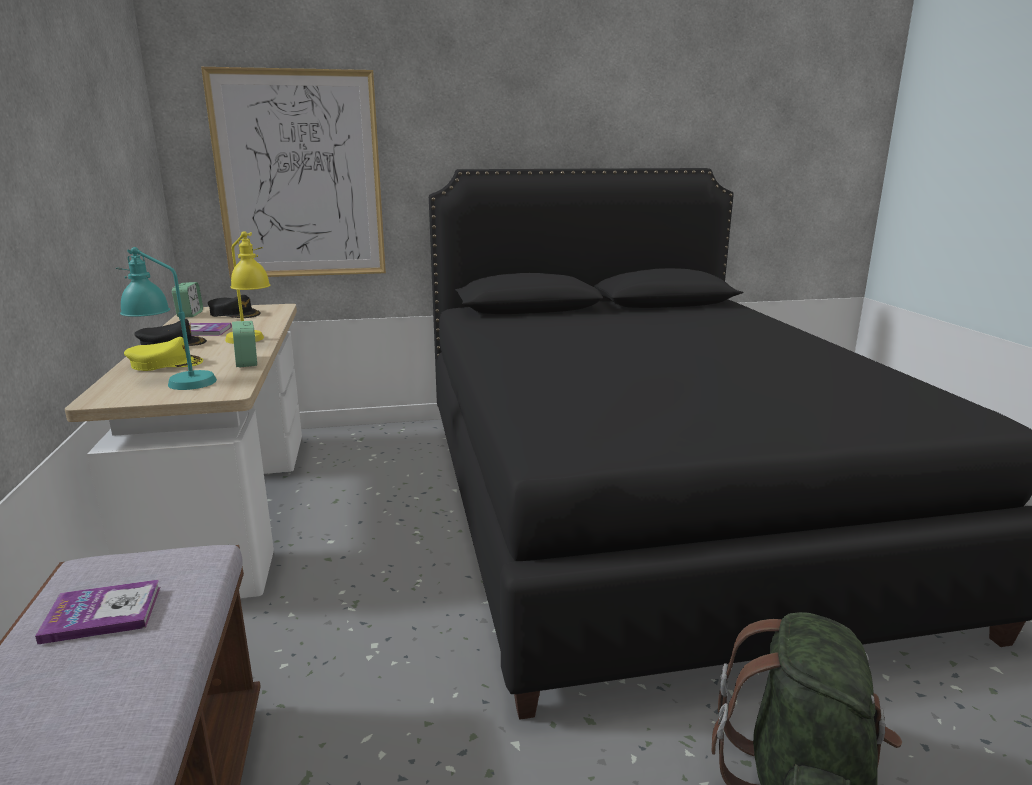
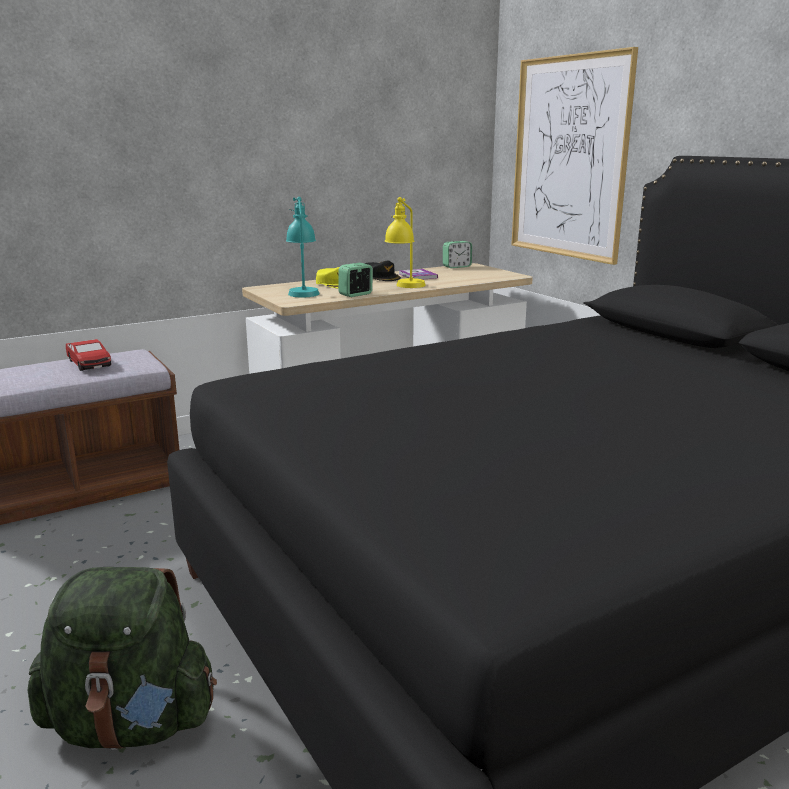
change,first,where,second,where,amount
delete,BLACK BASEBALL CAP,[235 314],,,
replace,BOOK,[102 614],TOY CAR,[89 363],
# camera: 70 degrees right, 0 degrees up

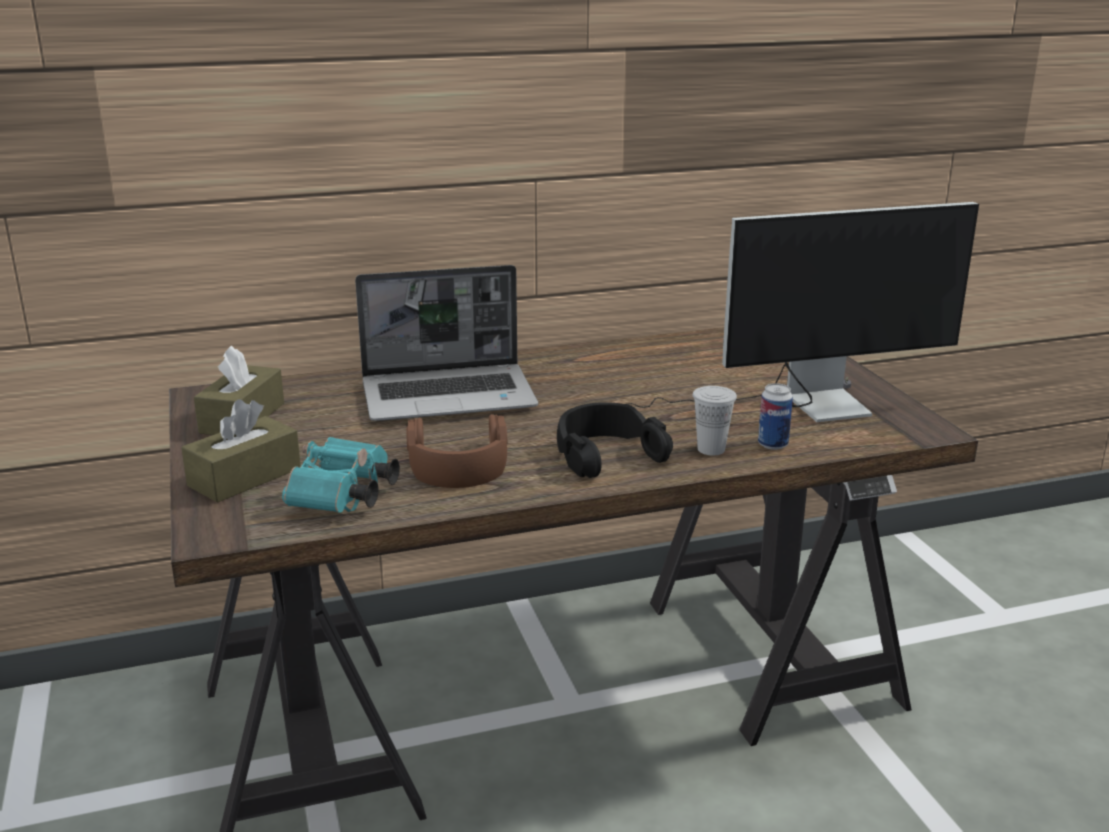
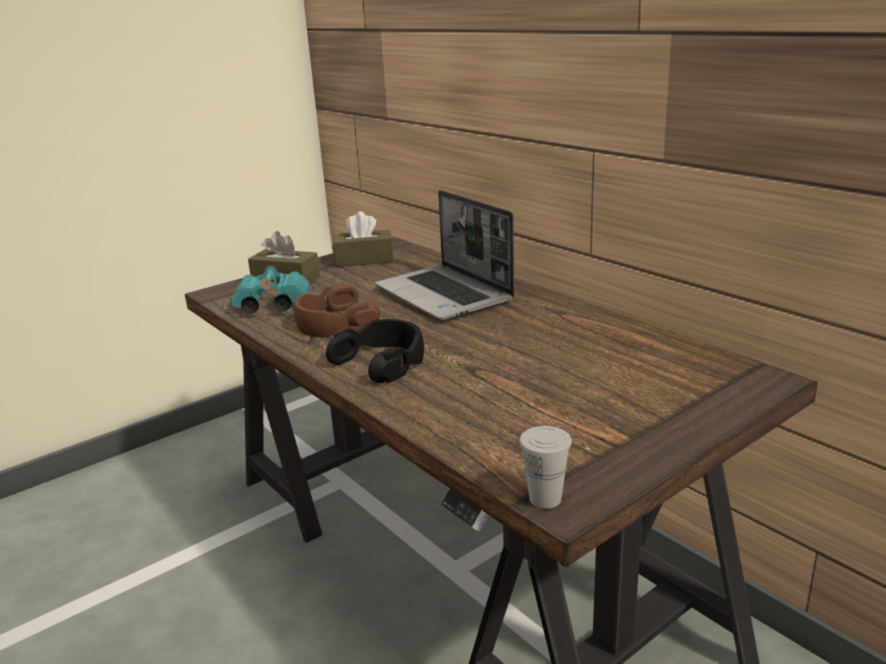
change,first,where,second,where,amount
delete,COMPUTER SCREEN,[799 405],,,
delete,METAL CAN,[772 444],,,
move,WHITE DRINKING CUP,[711 449],,[545 499],
# camera: 70 degrees right, 0 degrees up

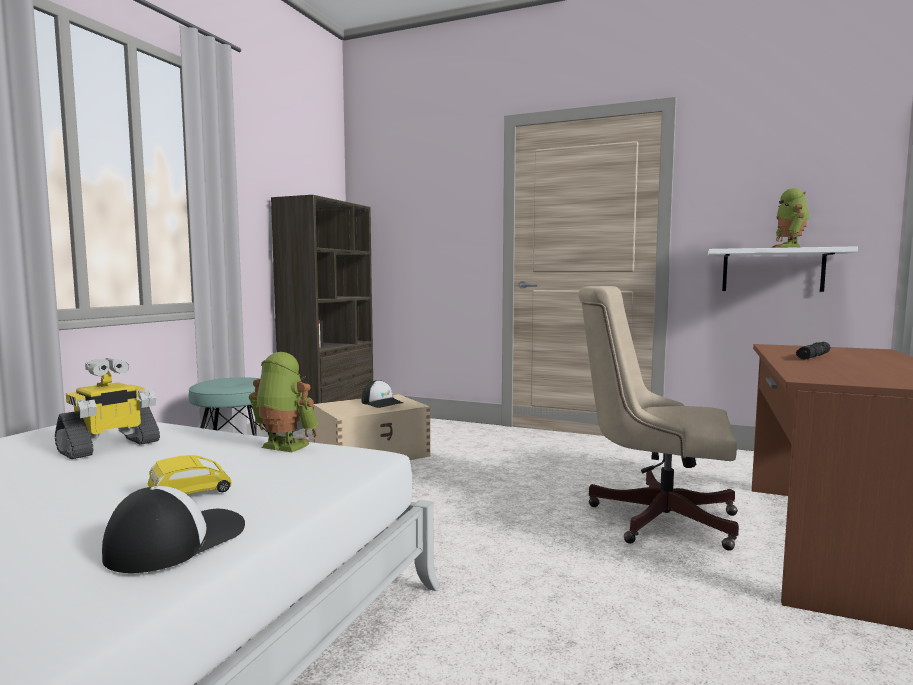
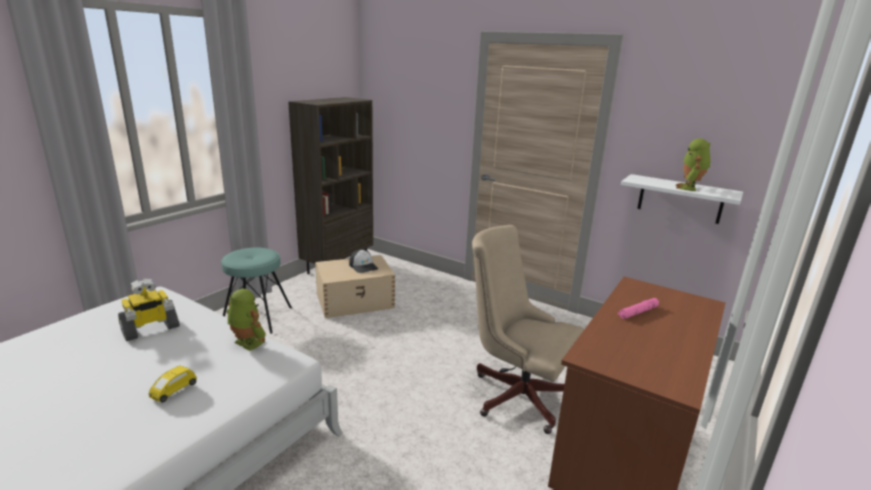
change,first,where,second,where,amount
delete,BASEBALL CAP,[176 541],,,
recolor,BLACK TORCH,[813 356],PINK-COLOURED TORCH,[637 312],
rotate,YELLOWISH TOY CAR,[191 495],,[173 391],150 degrees clockwise
# camera: 10 degrees right, 15 degrees up

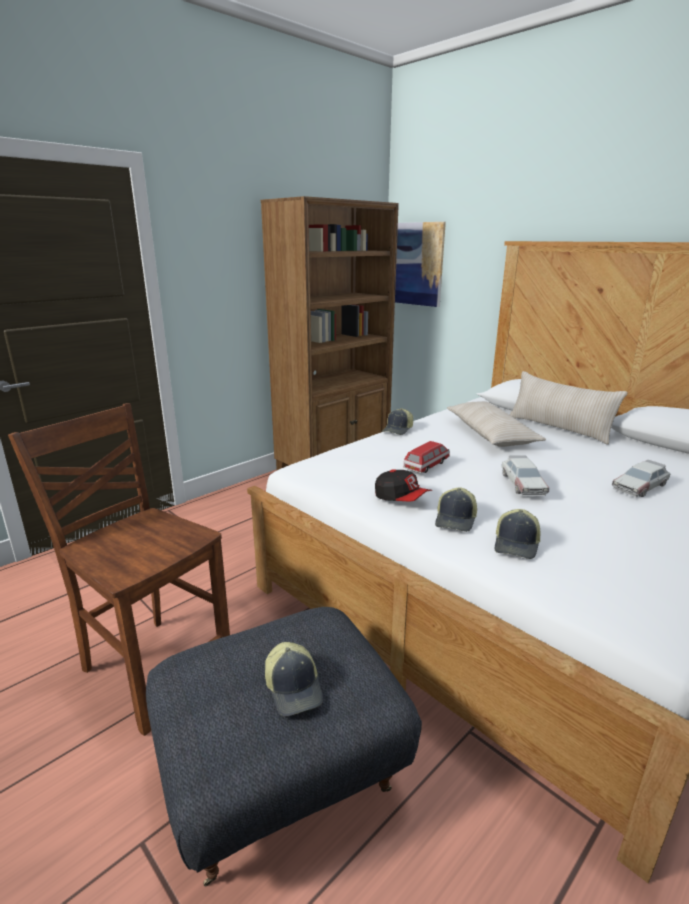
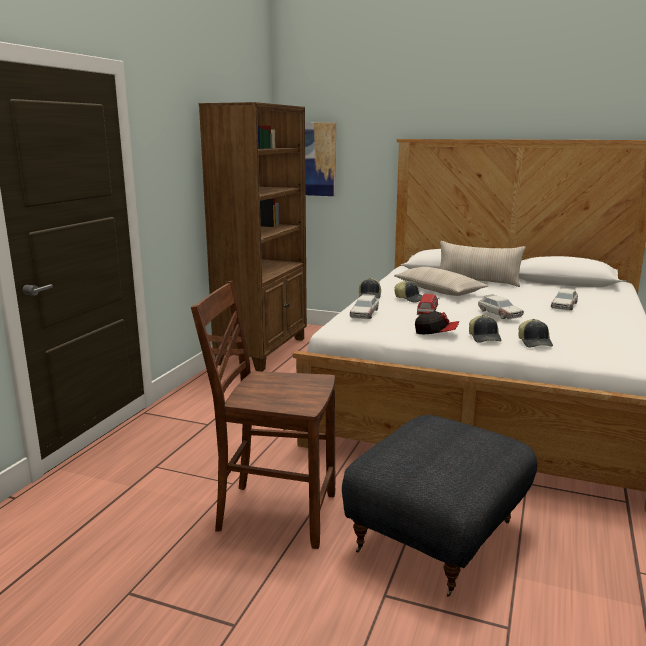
change,first,where,second,where,amount
insert,,,TOY CAR,[364 313],
move,BASEBALL CAP,[294 688],,[410 299],
# camera: 25 degrees left, 5 degrees down

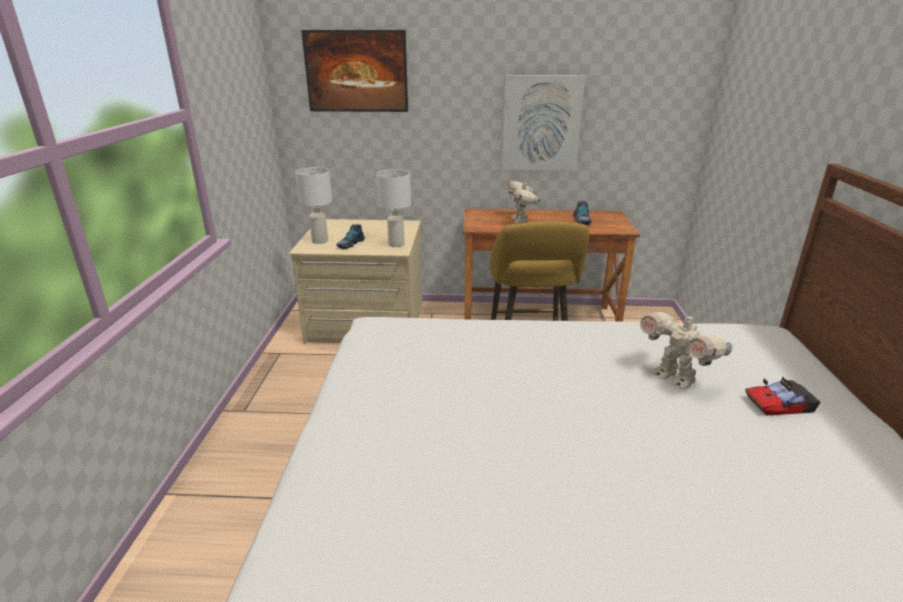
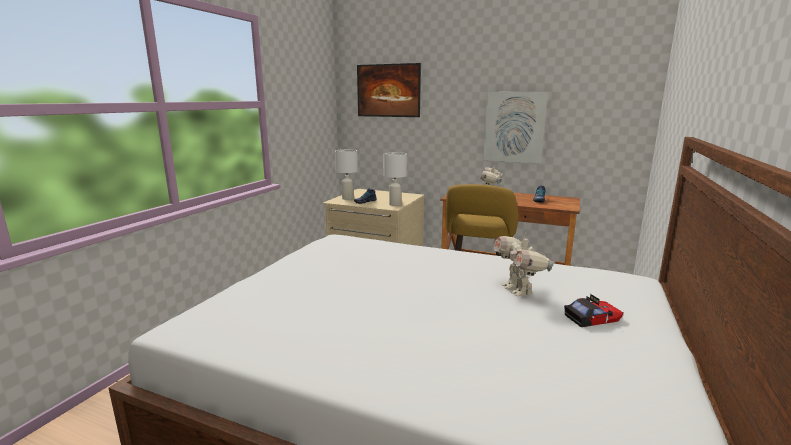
change,first,where,second,where,amount
rotate,TOY CAR,[779 404],,[592 317],150 degrees clockwise
# camera: 20 degrees right, 10 degrees down

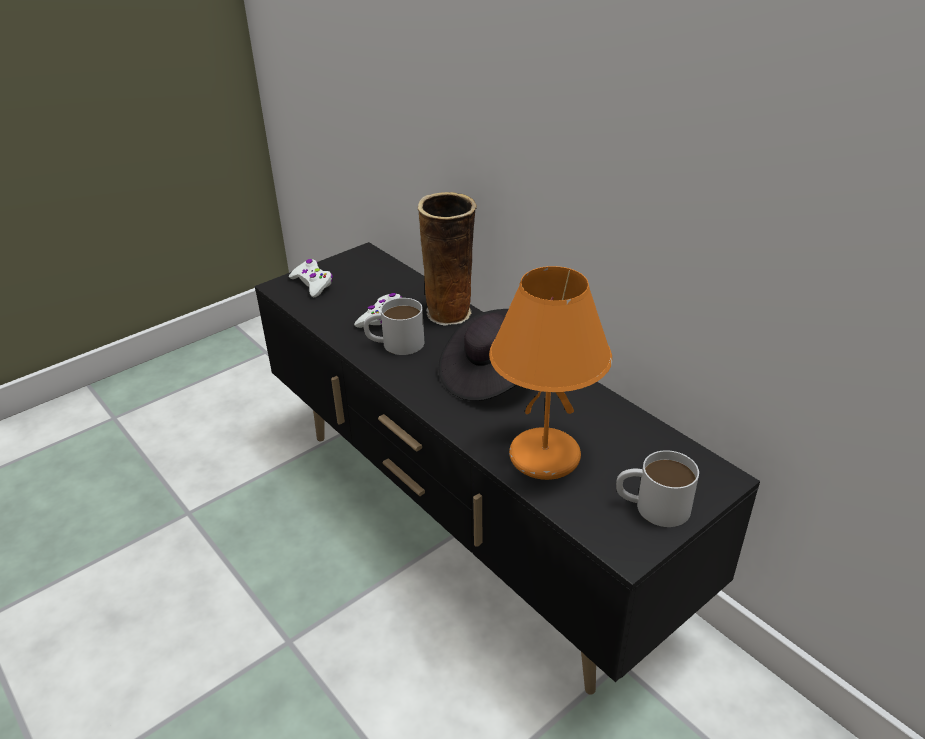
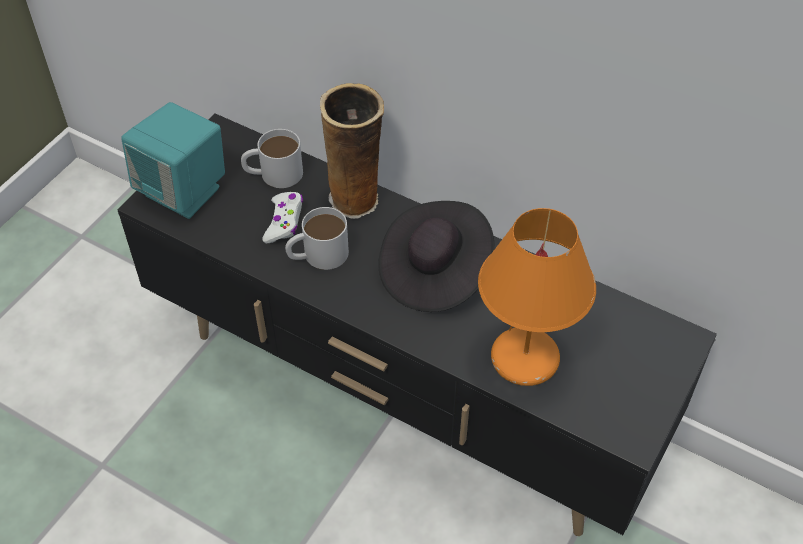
change,first,where,second,where,amount
move,WHITE MUG,[652 505],,[273 174],
replace,WHITE JOYPAD,[313 284],BLUE-GREEN LOUDSPEAKER,[184 191],
# camera: 20 degrees left, 15 degrees up

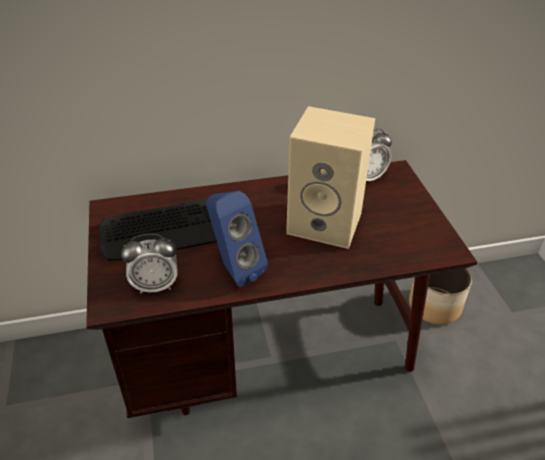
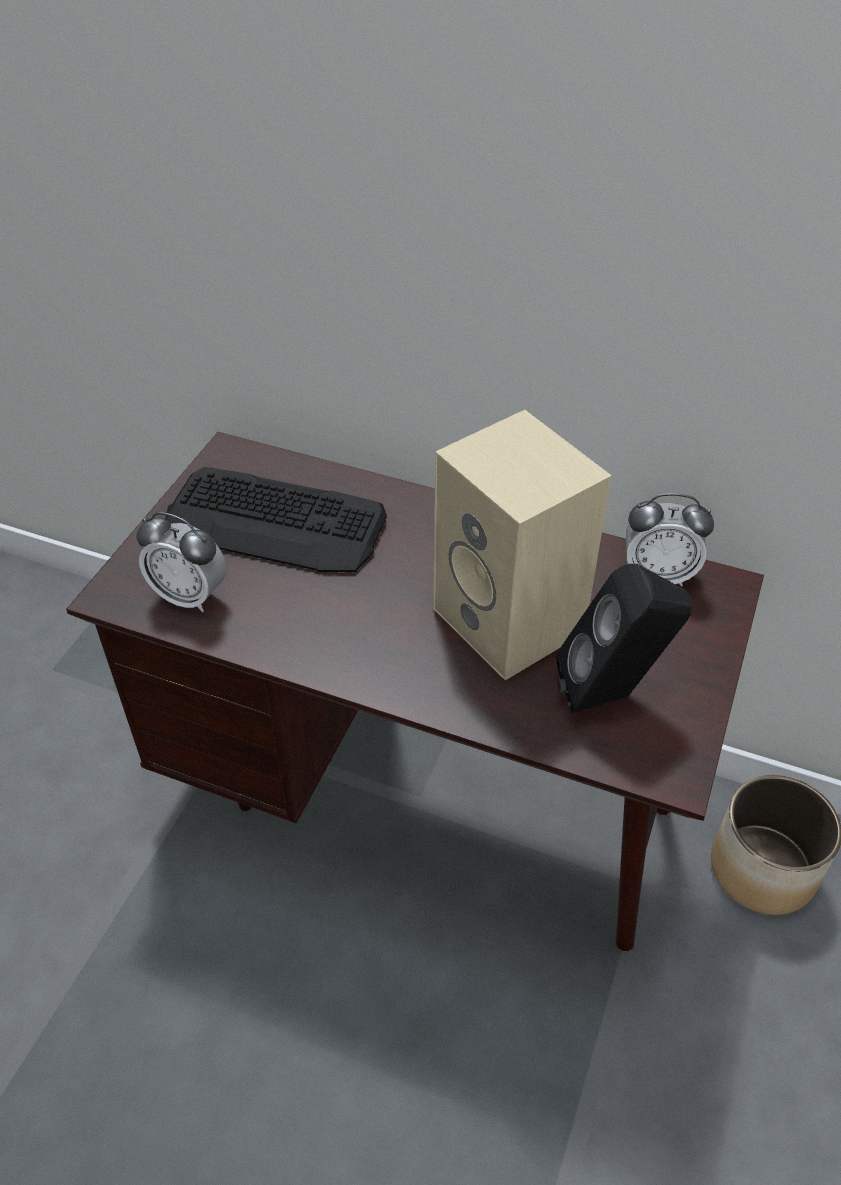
change,first,where,second,where,amount
delete,BLUISH LOUDSPEAKER,[234 269],,,
insert,,,BLACK LOUDSPEAKER,[612 694],
# camera: 35 degrees right, 5 degrees up

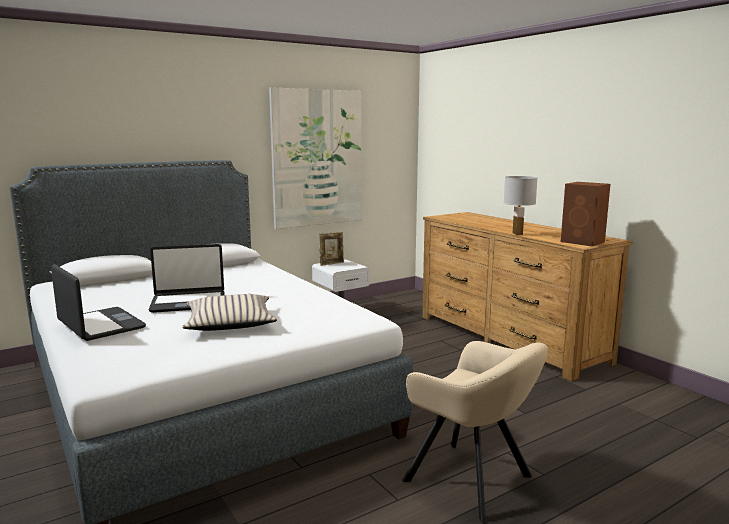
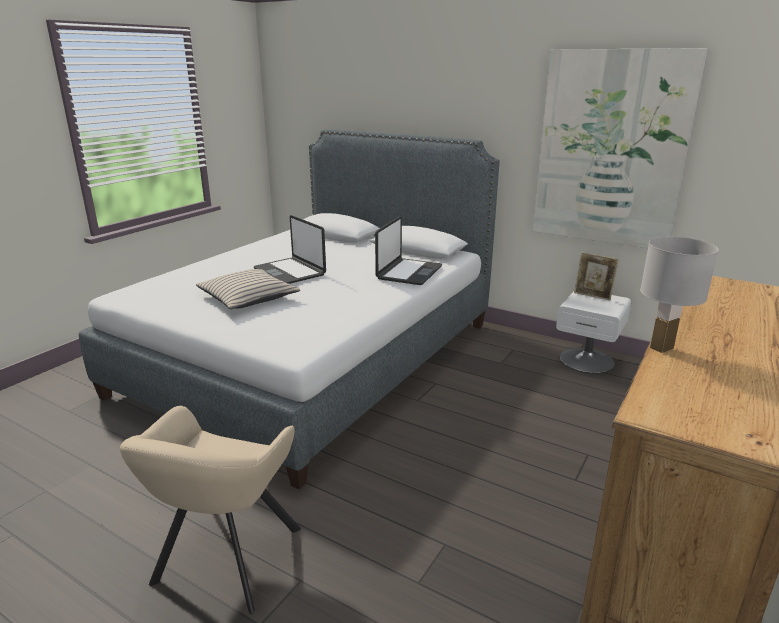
change,first,where,second,where,amount
delete,BROWNISH LOUDSPEAKER,[583 242],,,
move,NOTEBOOK COMPUTER,[100 325],,[408 273],
# camera: 65 degrees right, 10 degrees up

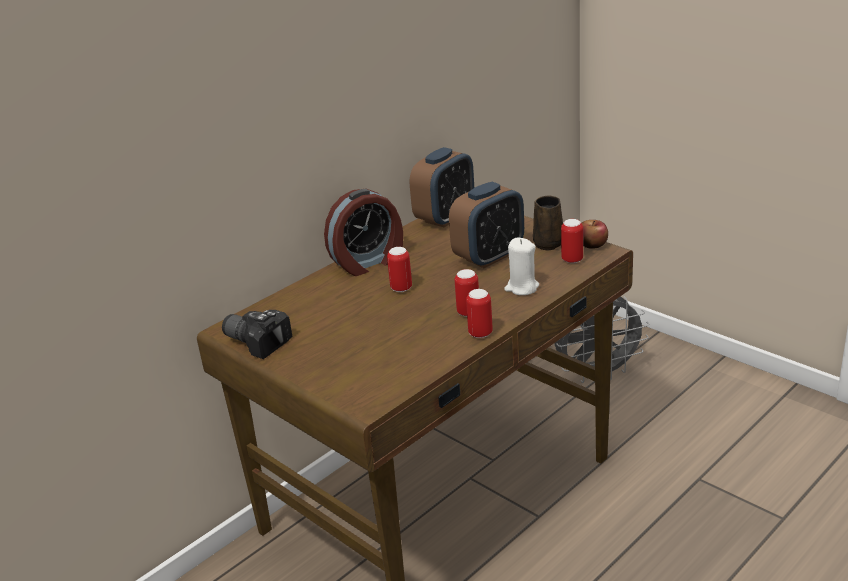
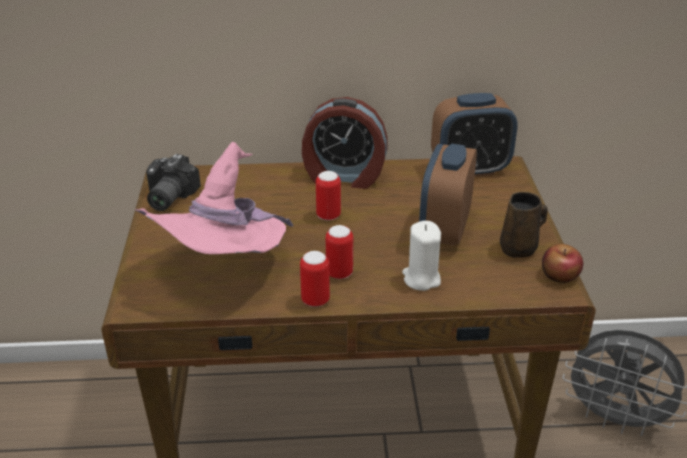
change,first,where,second,where,amount
delete,METAL CAN,[572 260],,,
insert,,,PINK-COLOURED CLOTHING HAT,[225 267],
rotate,STILL CAMERA,[258 341],,[166 197],150 degrees counterclockwise
rotate,BEDSIDE CLOCK,[489 257],,[444 230],105 degrees clockwise
# camera: 40 degrees right, 5 degrees up

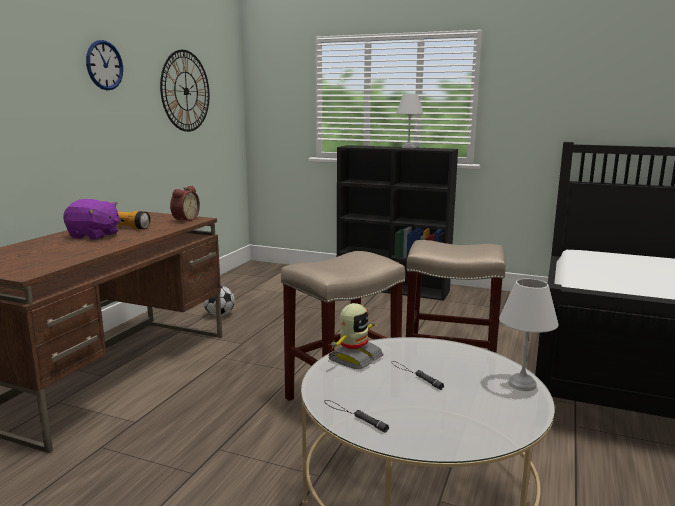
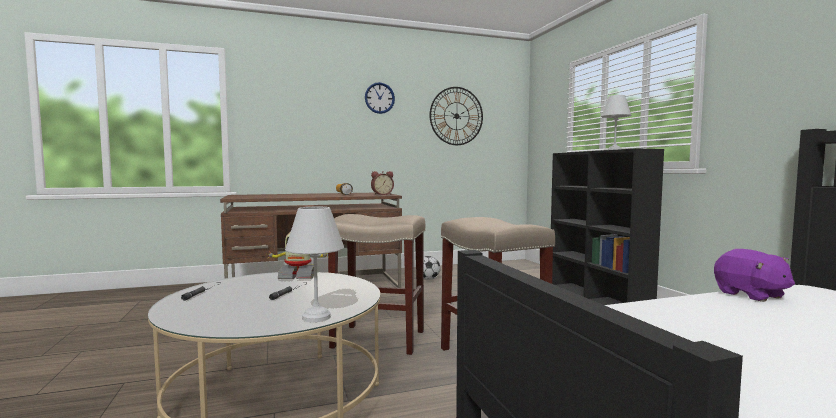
change,first,where,second,where,amount
move,PURPLISH CUDDLY TOY,[94 236],,[750 295],
# camera: 50 degrees right, 10 degrees down

